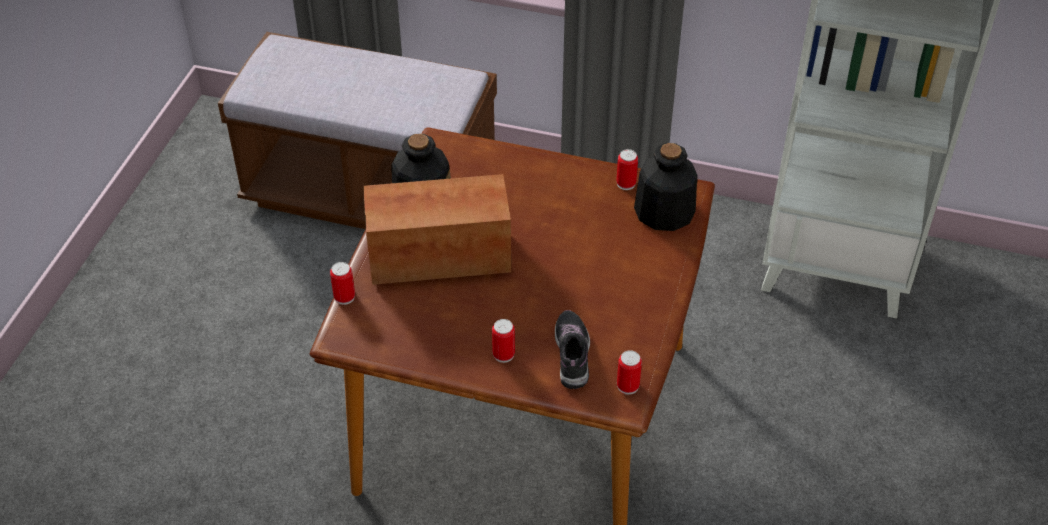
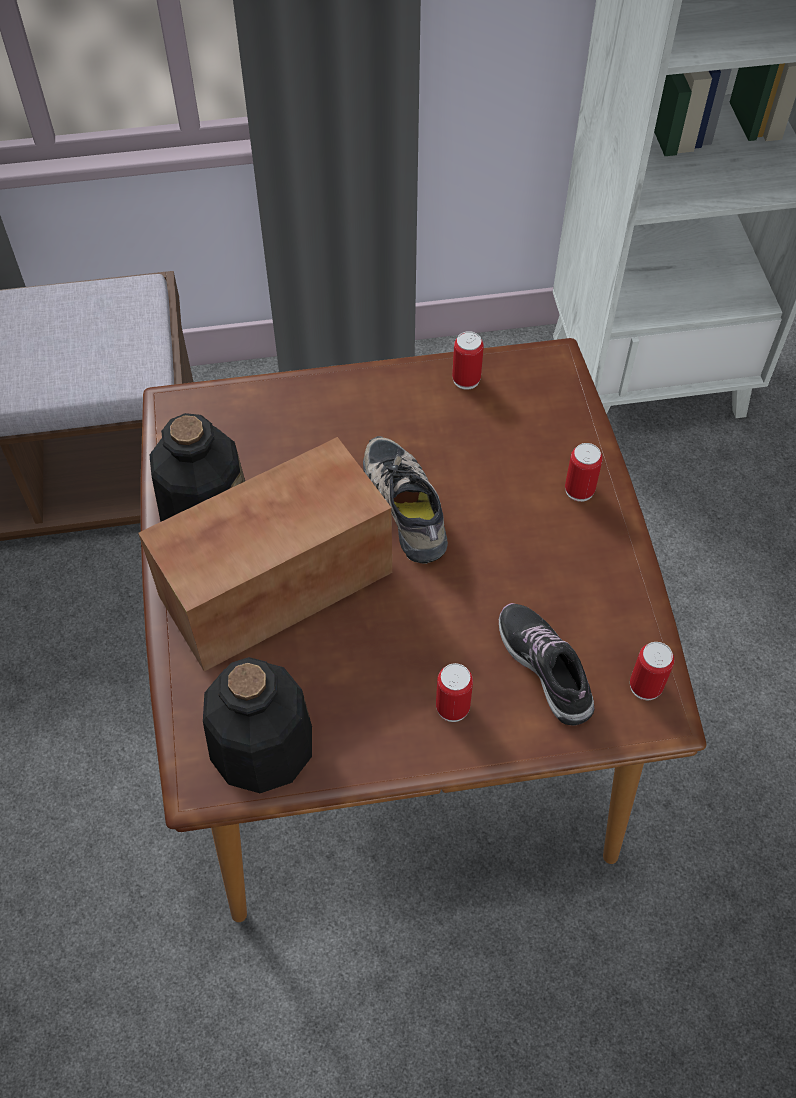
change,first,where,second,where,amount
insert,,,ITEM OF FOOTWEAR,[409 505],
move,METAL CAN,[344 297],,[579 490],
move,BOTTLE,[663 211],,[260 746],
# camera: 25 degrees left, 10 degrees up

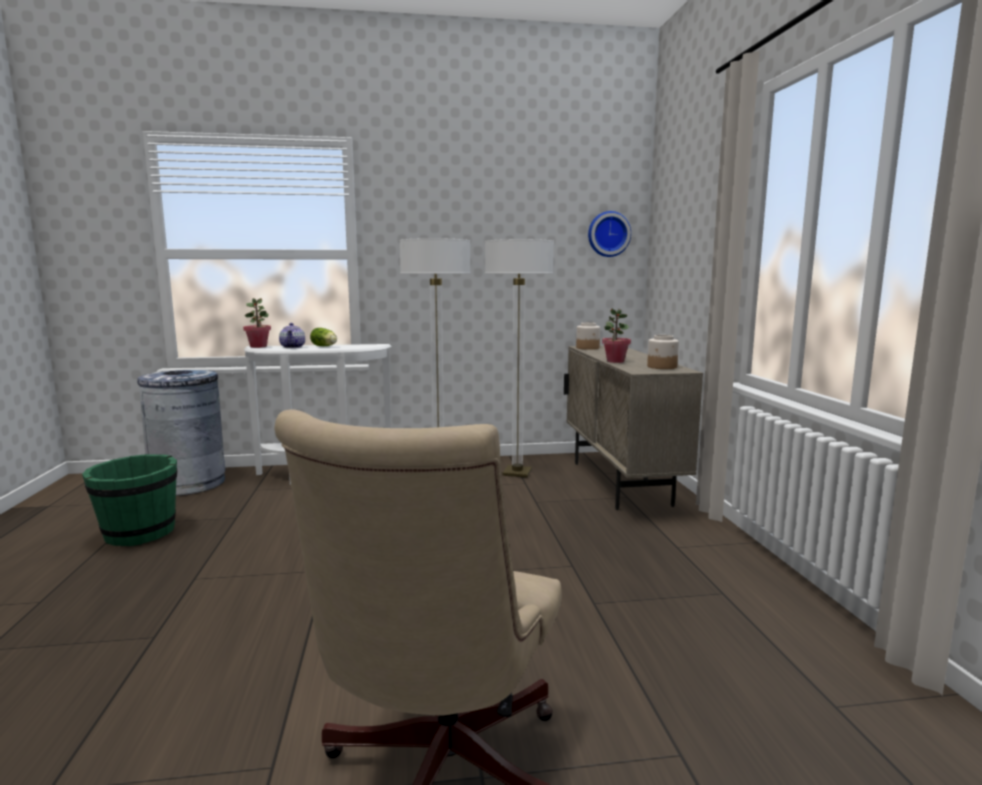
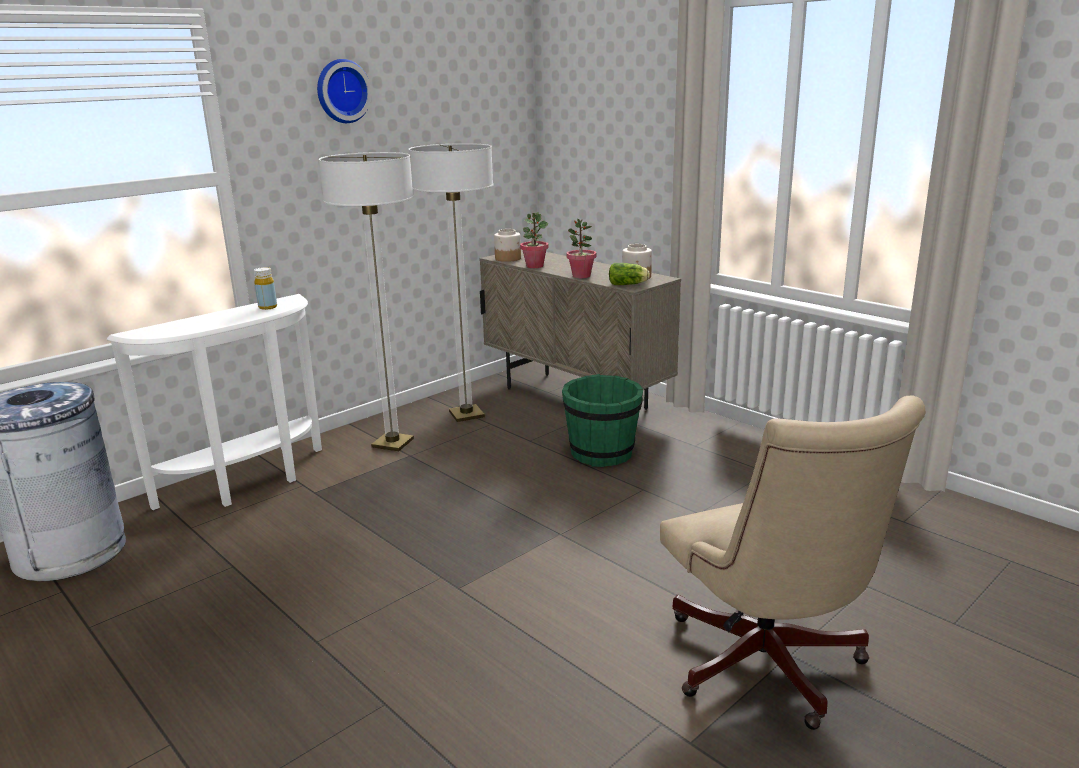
change,first,where,second,where,amount
delete,TEA POT,[293 347],,,
insert,,,YELLOWISH BOTTLE,[267 307],
move,GREEN PAIL,[139 533],,[602 453],
move,PLANT IN A POT,[258 346],,[534 266],
move,LETTUCE HEAD,[325 346],,[629 284],
move,CLOCK ON THE WALL,[608 234],,[341 91],
# camera: 35 degrees left, 10 degrees up

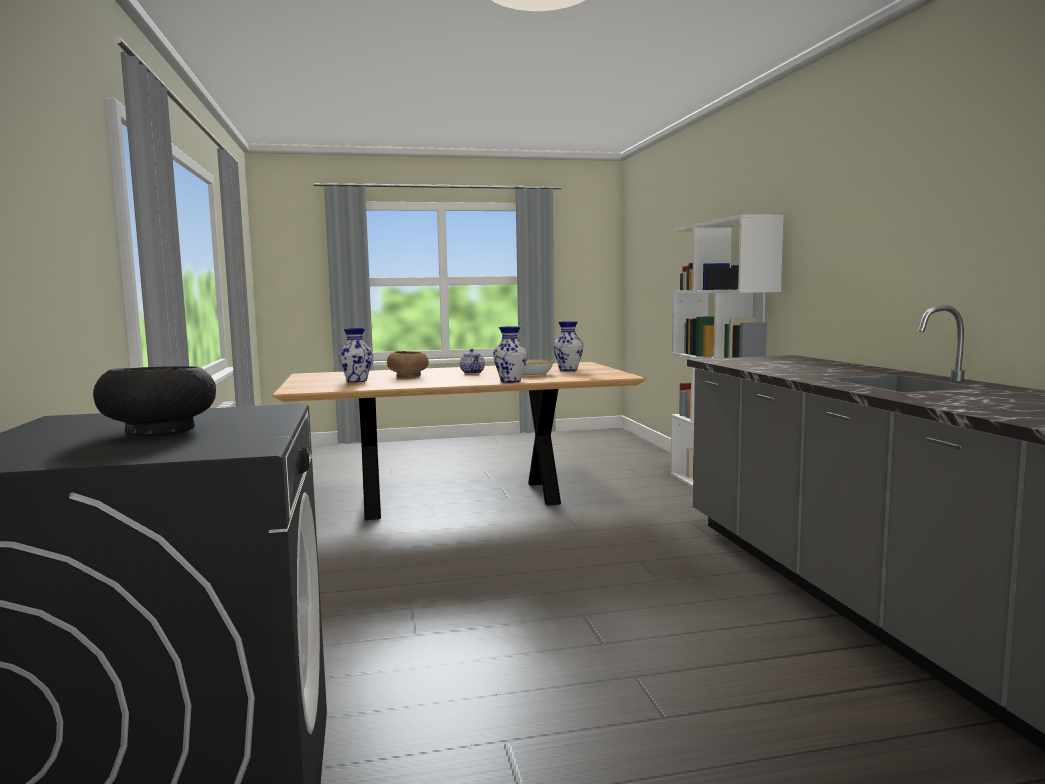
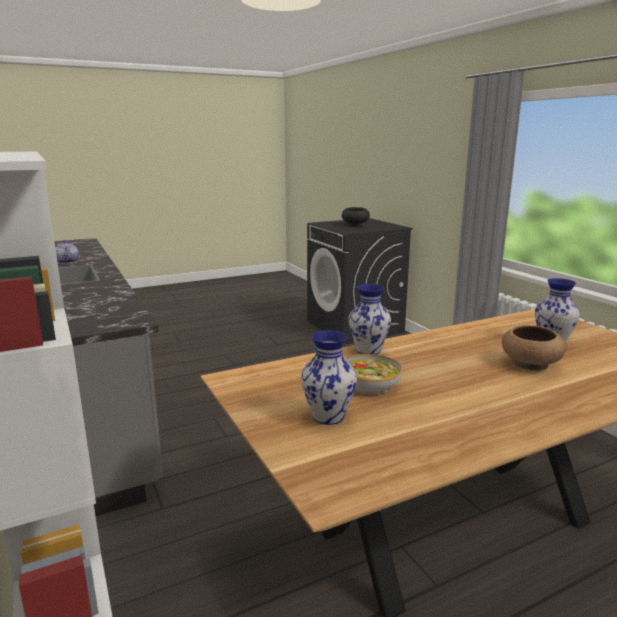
change,first,where,second,where,amount
move,TEA POT,[473 373],,[66 261],
# camera: 165 degrees right, 10 degrees up

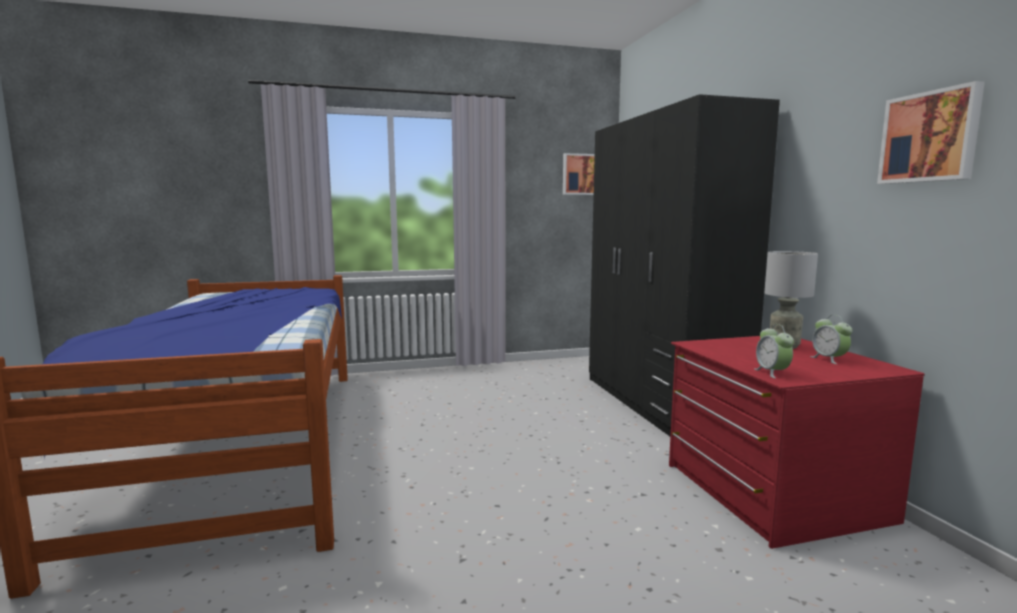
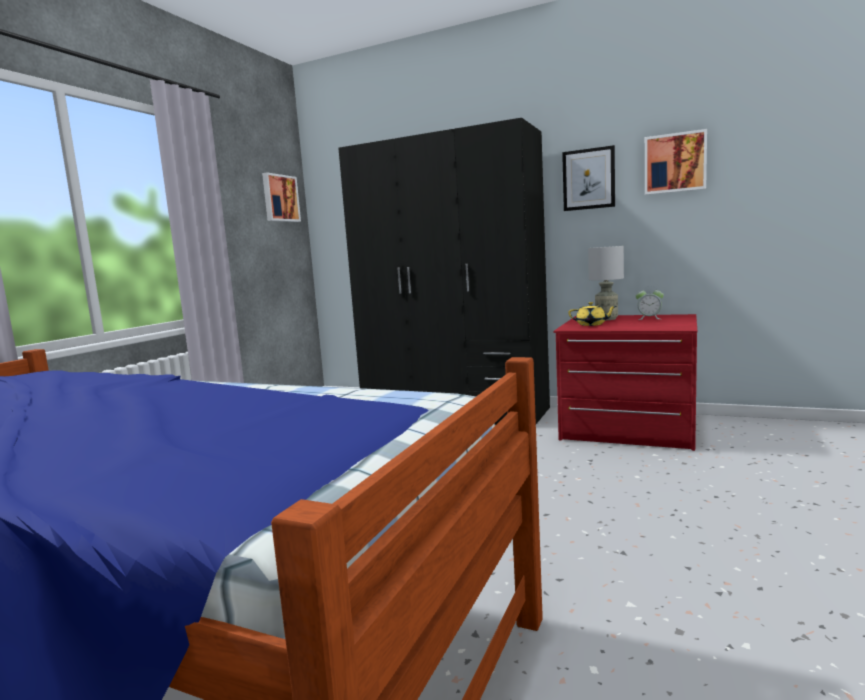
change,first,where,second,where,amount
delete,BEDSIDE CLOCK,[772 373],,,
insert,,,WALL PICTURE,[588 179],
insert,,,YELLOWISH TEA POT,[591 324],
# camera: 50 degrees left, 0 degrees up

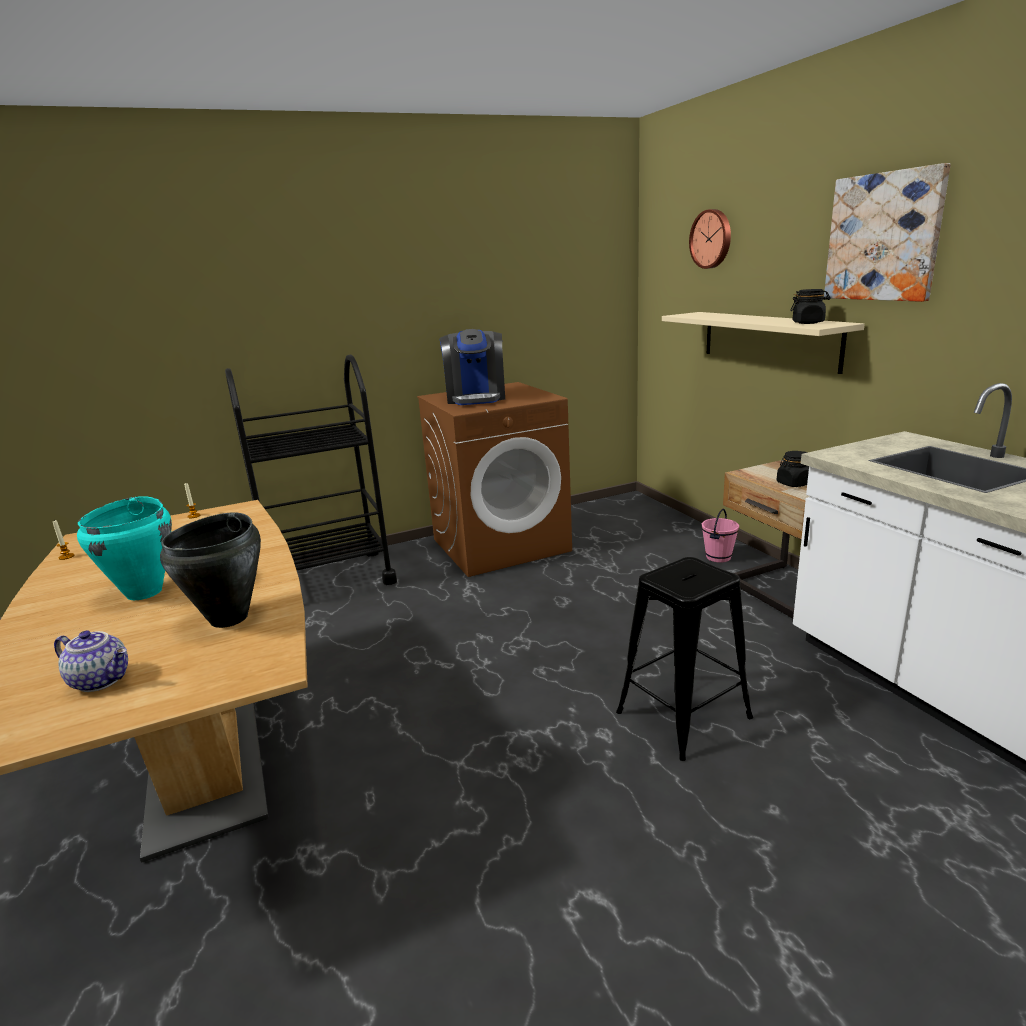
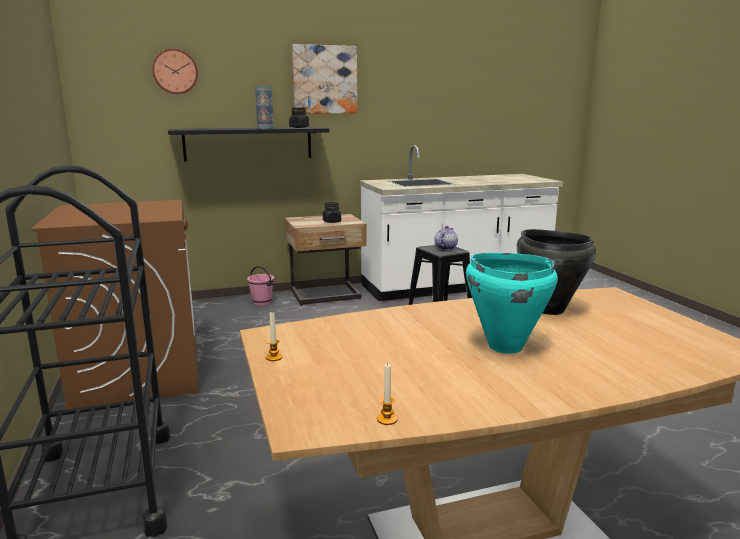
change,first,where,second,where,amount
delete,COFFEE MACHINE,[476 398],,,
insert,,,FLOWER VASE,[265 128],
move,TEA POT,[102 680],,[445 248],
recolor,BEIGE WALL SHELF,[768 339],BLACK WALL SHELF,[248 143],
# camera: 85 degrees left, 5 degrees down

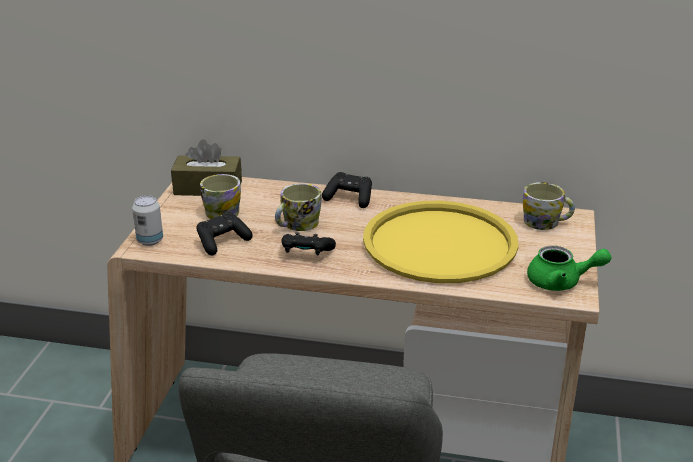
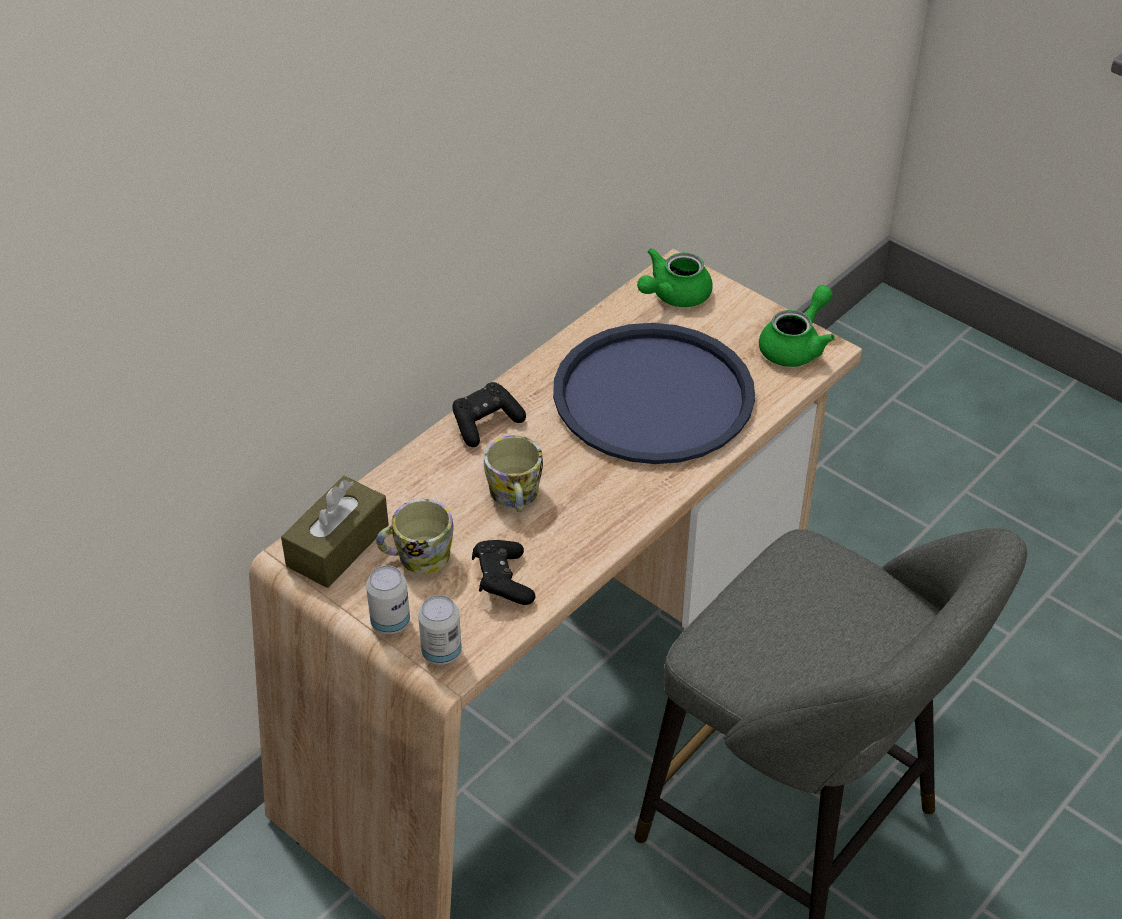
change,first,where,second,where,amount
delete,BLACK JOYPAD,[306 254],,,
insert,,,METAL CAN,[390 622],
replace,MUG,[546 223],GREEN TEA POT,[673 295],
recolor,YELLOWISH SERVING TRAY,[440 243],BLUISH SERVING TRAY,[654 396],
# camera: 60 degrees left, 15 degrees up

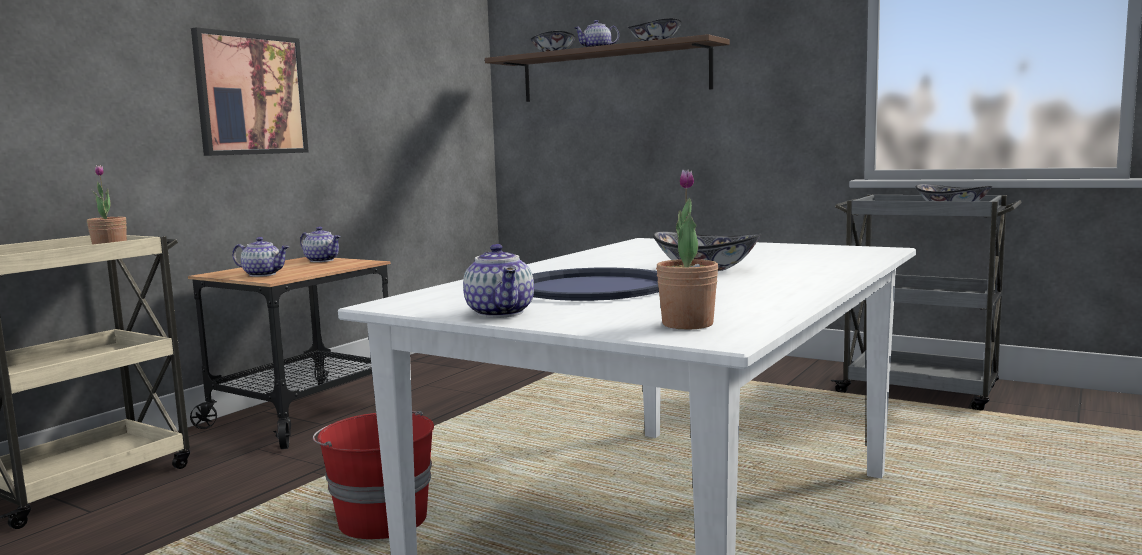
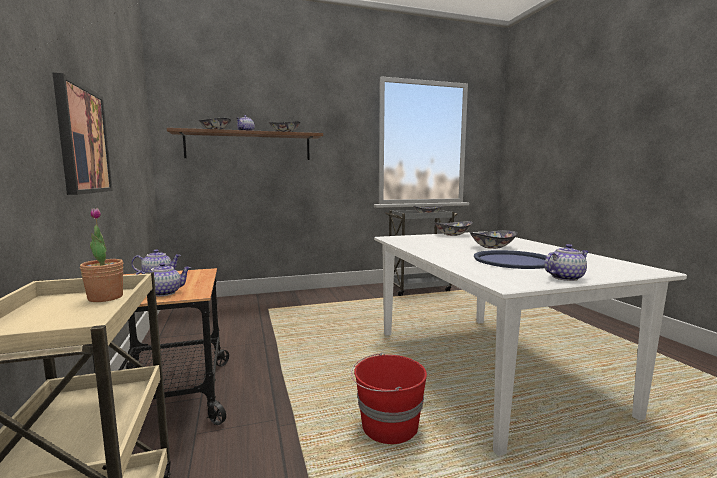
change,first,where,second,where,amount
delete,PLANT IN A POT,[687 324],,,
insert,,,SERVING BOWL,[452 234],
rotate,TEA POT,[502 313],,[564 277],45 degrees counterclockwise
# camera: 50 degrees left, 0 degrees up

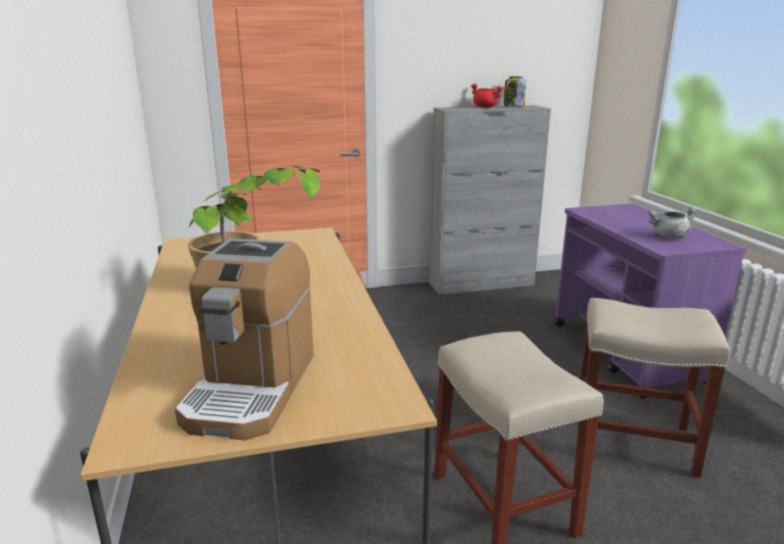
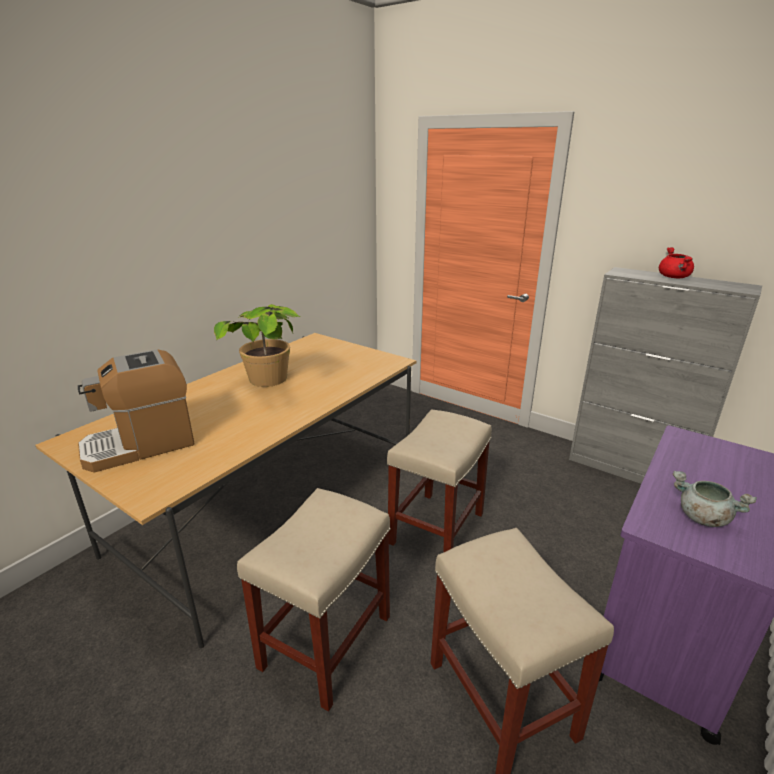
change,first,where,second,where,amount
delete,STORAGE JAR,[513 106],,,
insert,,,BEIGE STOOL SEAT,[436 529],
# camera: 50 degrees right, 5 degrees up

